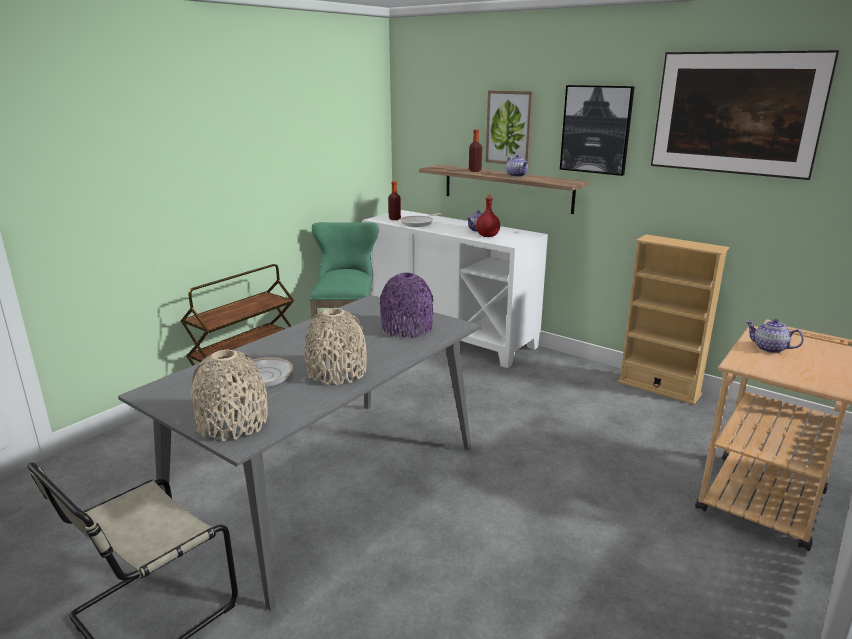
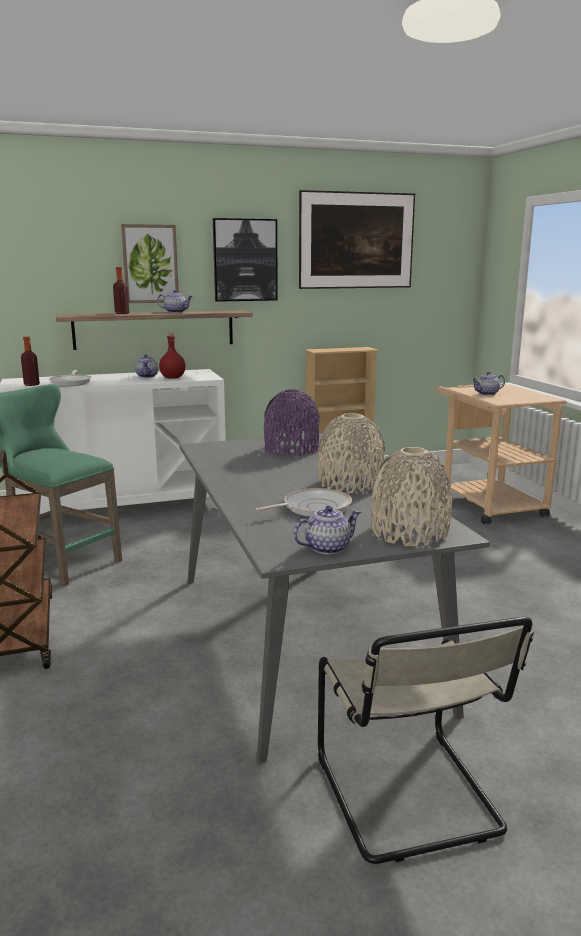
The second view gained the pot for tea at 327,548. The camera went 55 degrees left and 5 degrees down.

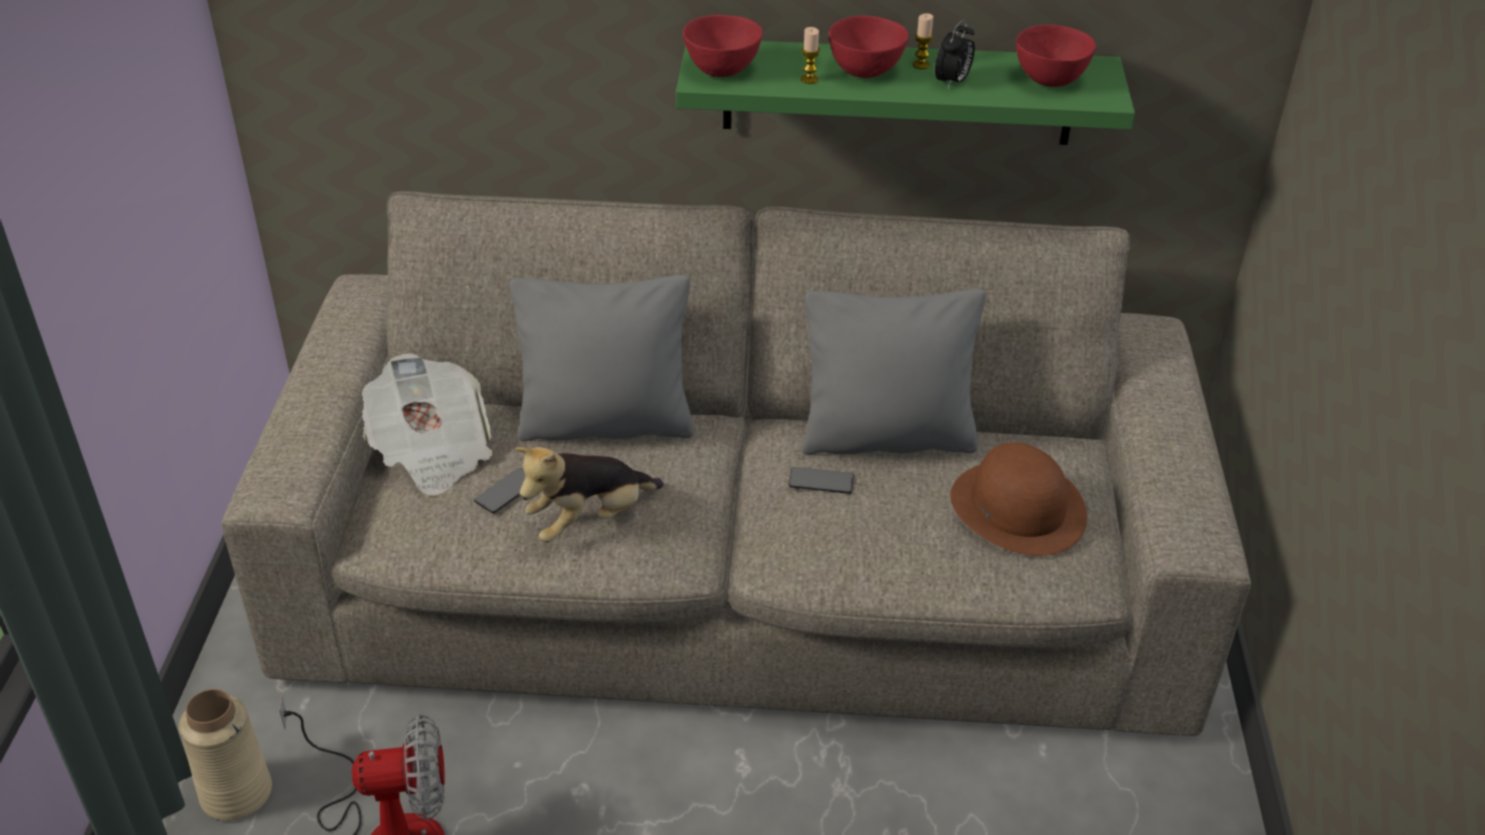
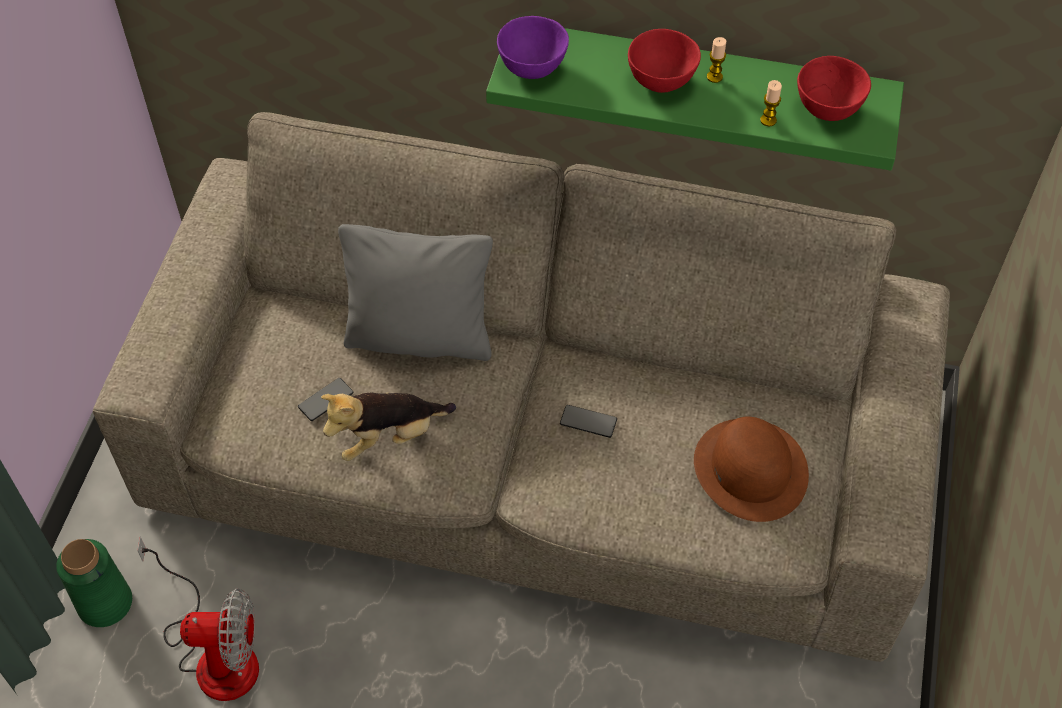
The second view lost the daily paper at 431,451. The second view lost the gray pillow at 886,437. The second view lost the alarm clock at 952,82. The candle ended up elsewhere, having gone from 809,79 to 768,120. What was the beige-coloured vase at 236,793 turned into the greenish vase at 105,603. What was the red serving bowl at 723,70 turned into the purplish serving bowl at 533,68. The camera went 10 degrees right and 15 degrees up.

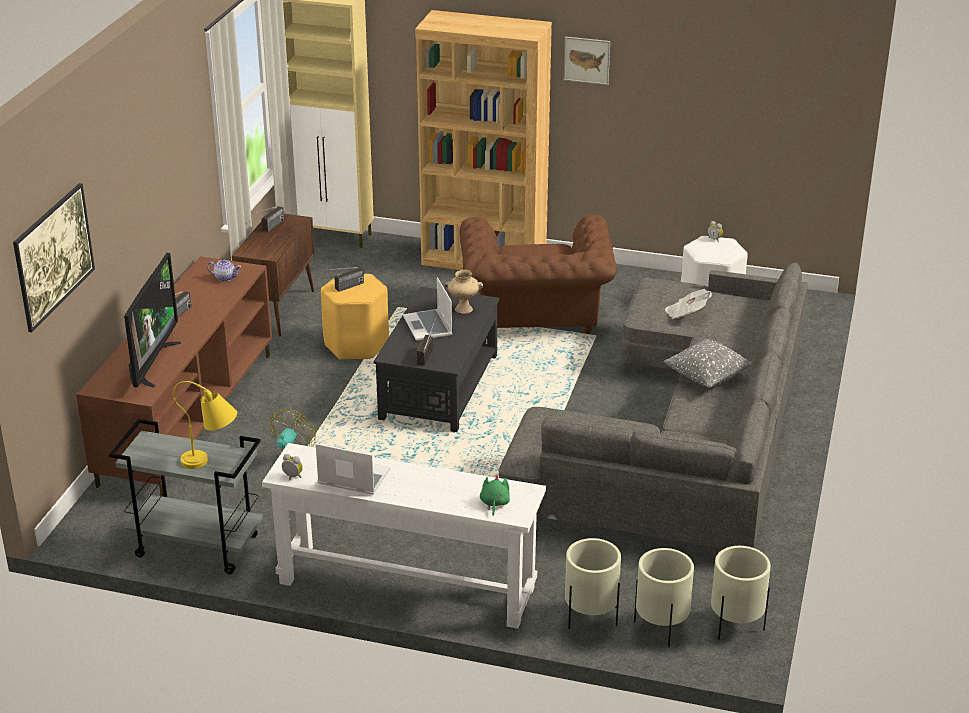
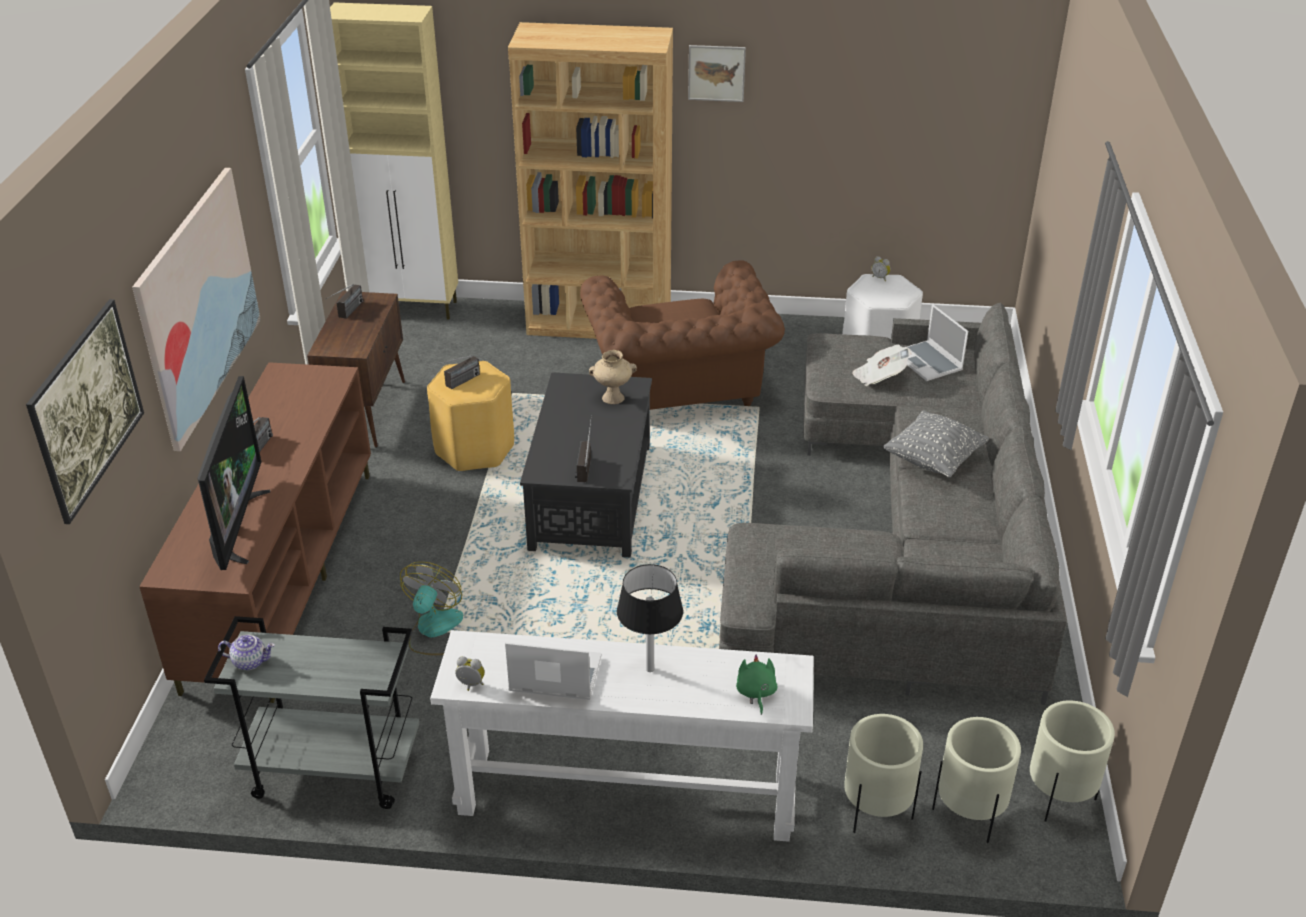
The second view lost the yellowish lamp for a table at 212,461. The second view gained the picture at 198,305. The second view gained the black-coloured lamp for a table at 649,669. The pot for tea ended up elsewhere, having gone from 225,278 to 250,661. The notebook computer ended up elsewhere, having gone from 428,326 to 928,362. The camera went 10 degrees left and 5 degrees up.

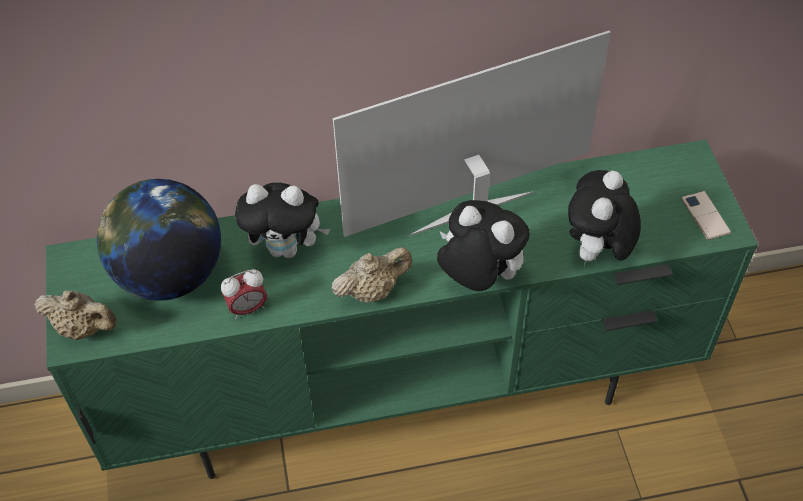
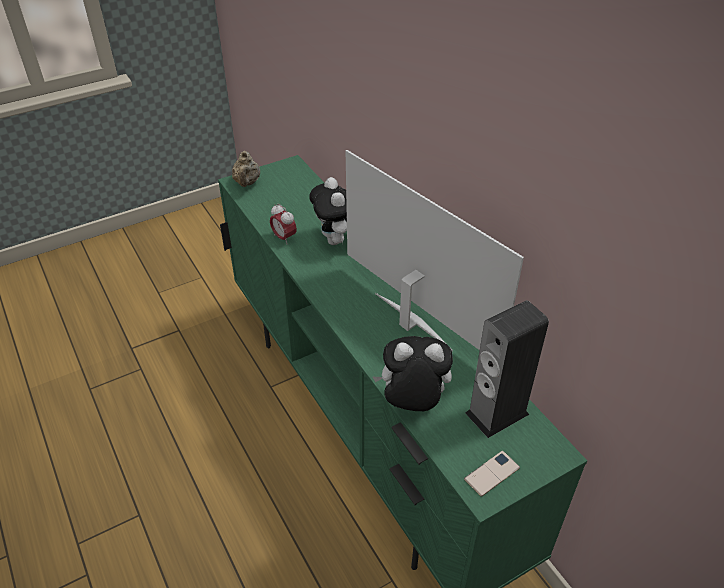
The second view lost the desk globe at 170,275. The second view lost the beige-coloured pot for tea at 372,290. The second view lost the plush toy at 478,278. The second view gained the speaker at 497,413. The camera went 70 degrees right and 10 degrees down.

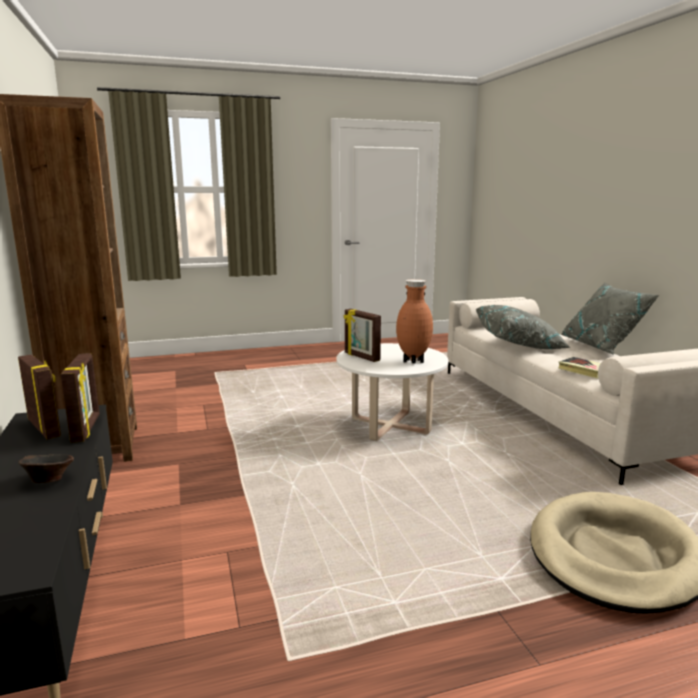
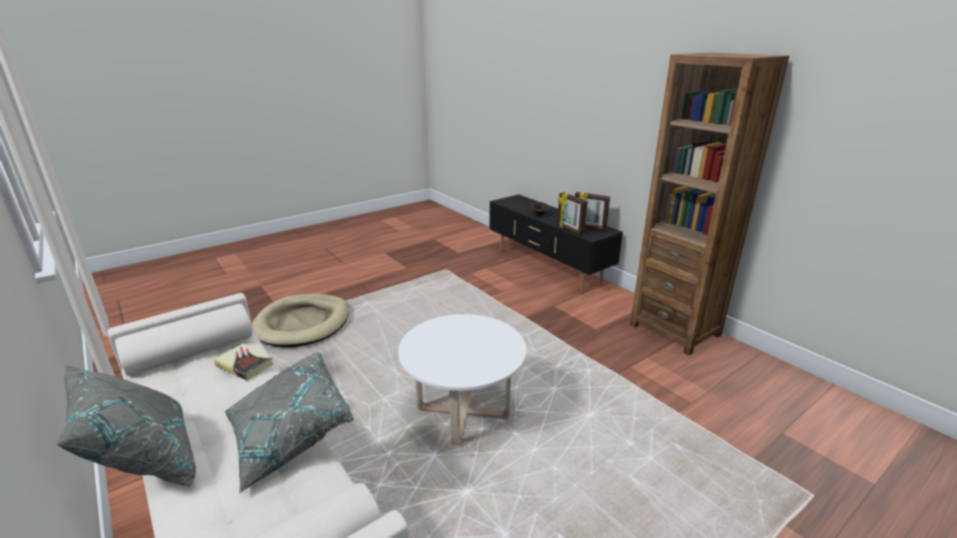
The second view lost the picture frame at 361,357. The second view lost the brownish vase at 413,362. The camera went 160 degrees right and 10 degrees up.

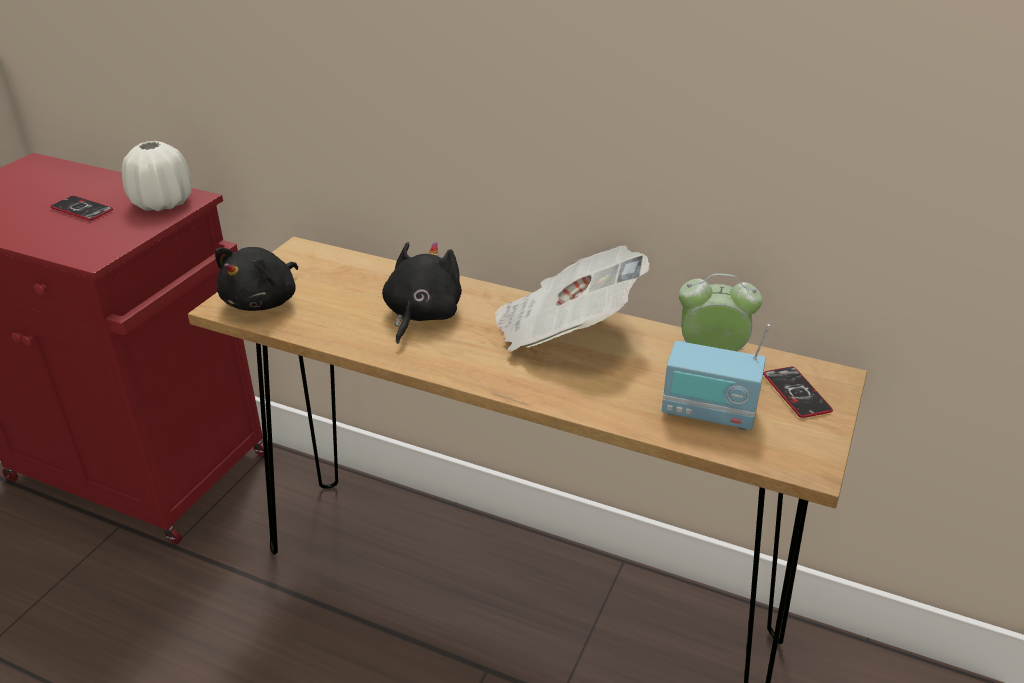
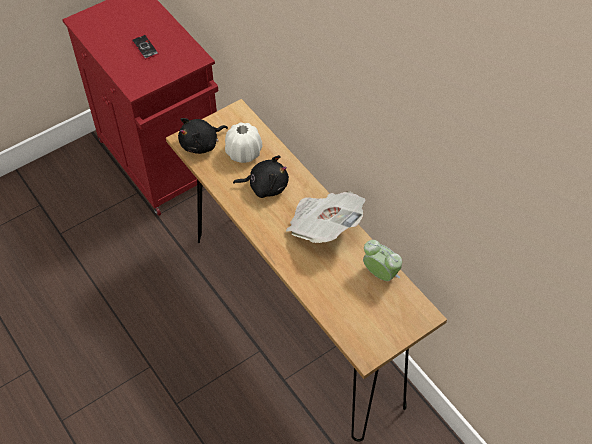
The second view lost the radio receiver at 708,413. The second view lost the telephone at 796,393. The white vase ended up elsewhere, having gone from 163,203 to 244,153. The black-coloured plush toy at 421,316 ended up facing another way, 45 degrees clockwise from before. The camera went 30 degrees right and 20 degrees up.

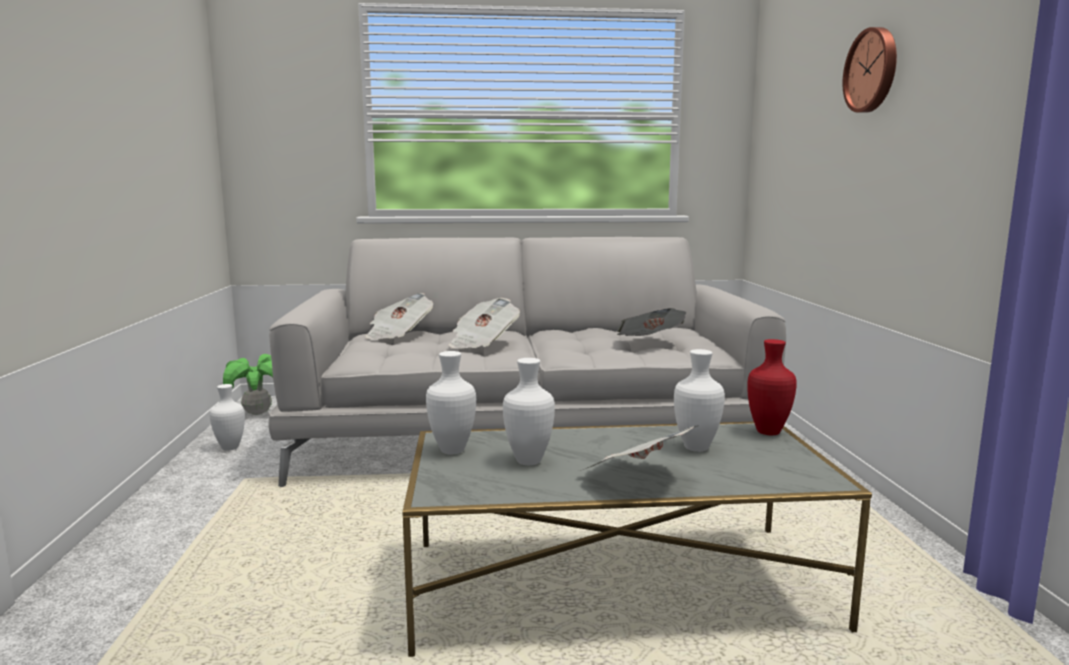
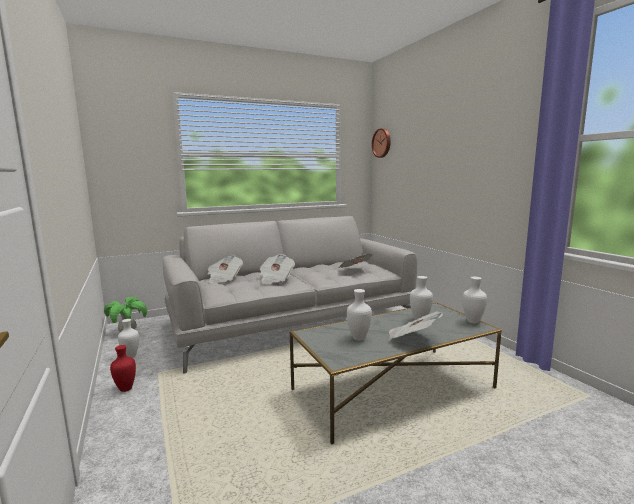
The white vase ended up elsewhere, having gone from 451,450 to 472,321. The red vase ended up elsewhere, having gone from 767,431 to 125,388. The clock on the wall ended up elsewhere, having gone from 872,70 to 382,143. The camera went 20 degrees left and 0 degrees up.

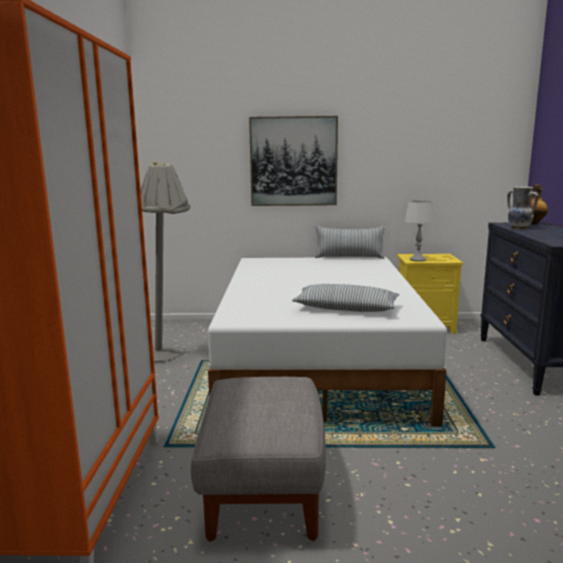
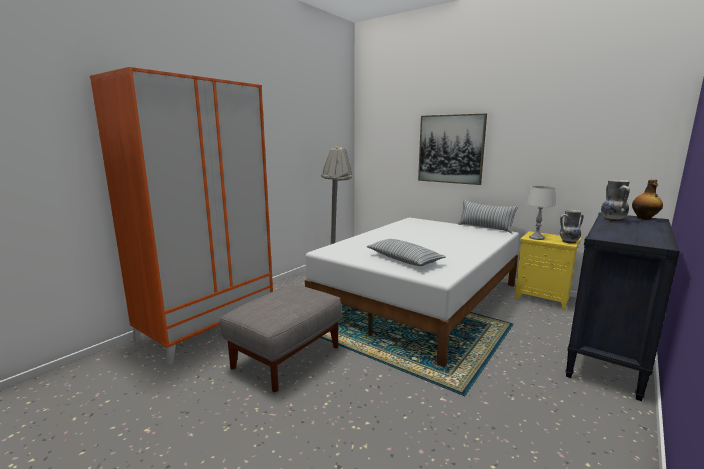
The second view gained the vase at 568,242. The camera went 35 degrees right and 0 degrees up.

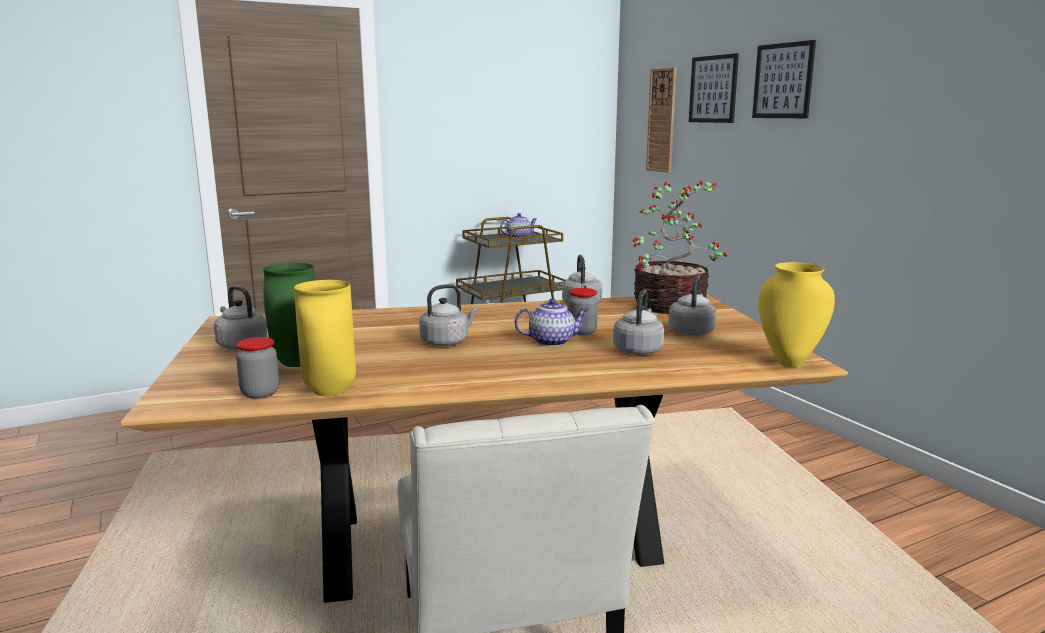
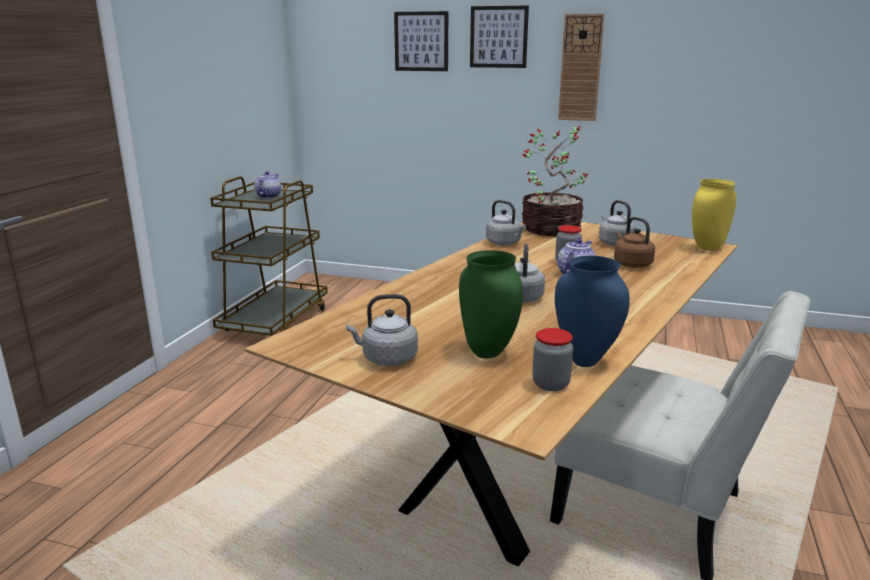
The clock on the wall ended up elsewhere, having gone from 662,120 to 580,68. What was the yellowish vase at 331,392 turned into the blue vase at 586,360. What was the gray tea kettle at 638,350 turned into the brownish tea kettle at 631,264. The camera went 45 degrees left and 5 degrees up.

